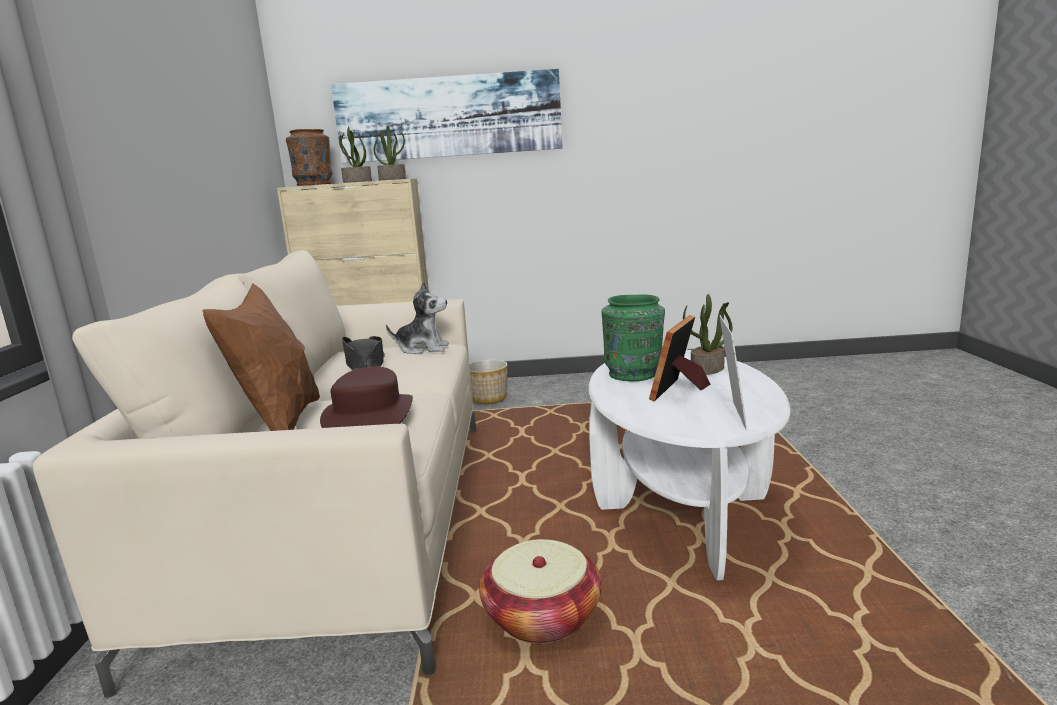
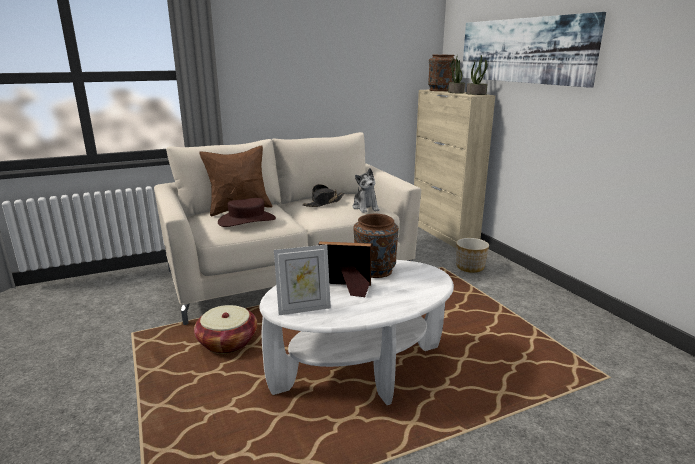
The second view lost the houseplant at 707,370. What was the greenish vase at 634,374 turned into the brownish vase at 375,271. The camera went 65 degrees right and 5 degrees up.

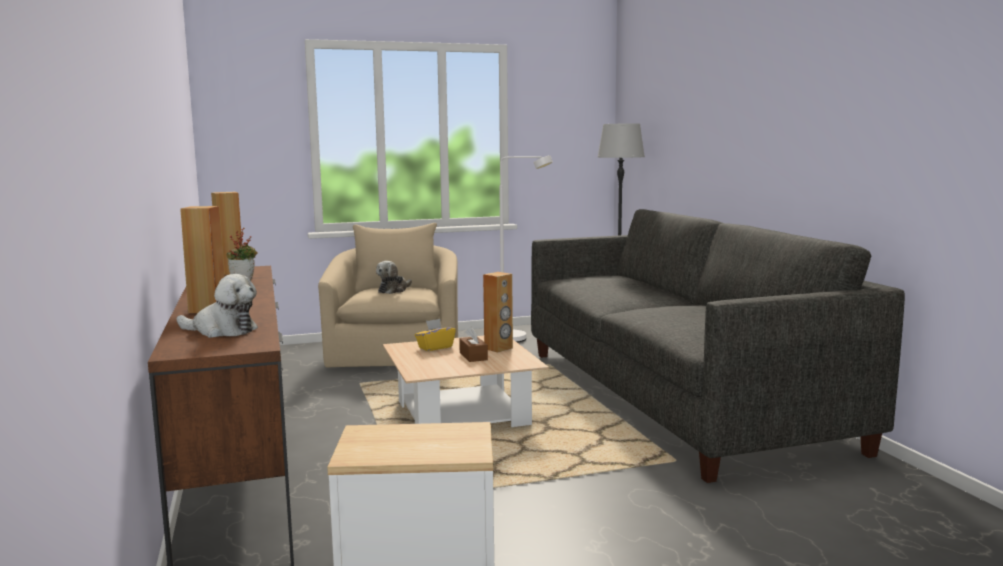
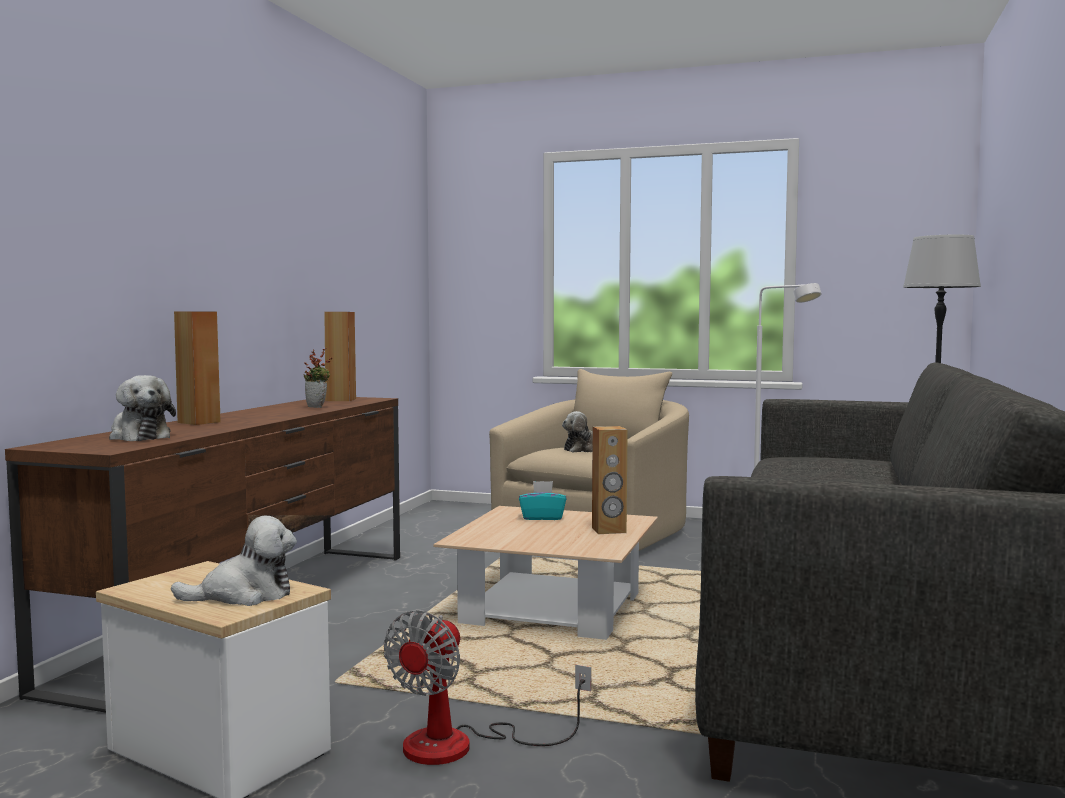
The second view lost the brownish tissue holder at 473,356. The second view gained the plush toy at 244,595. The second view gained the fan at 462,745. What was the yellowish tissue holder at 435,347 turned into the blue-green tissue holder at 542,517. The camera went 35 degrees right and 5 degrees down.

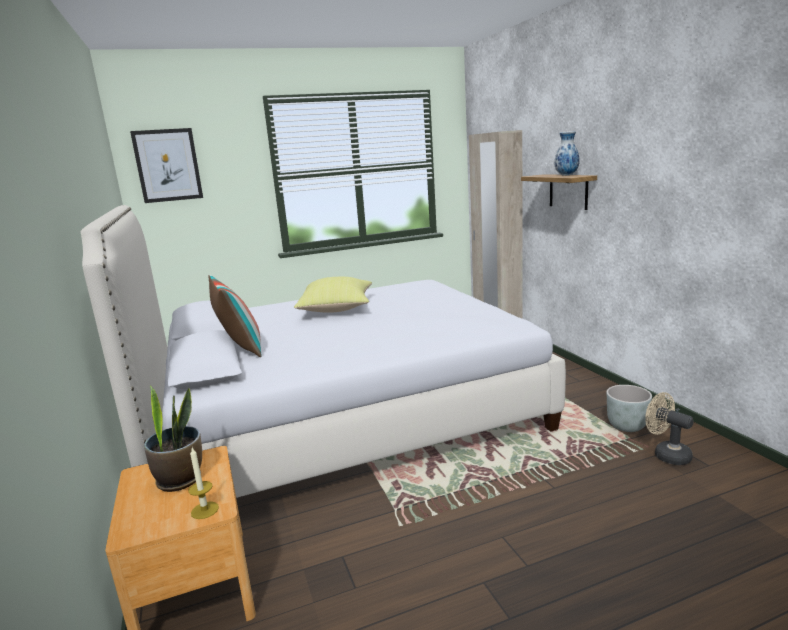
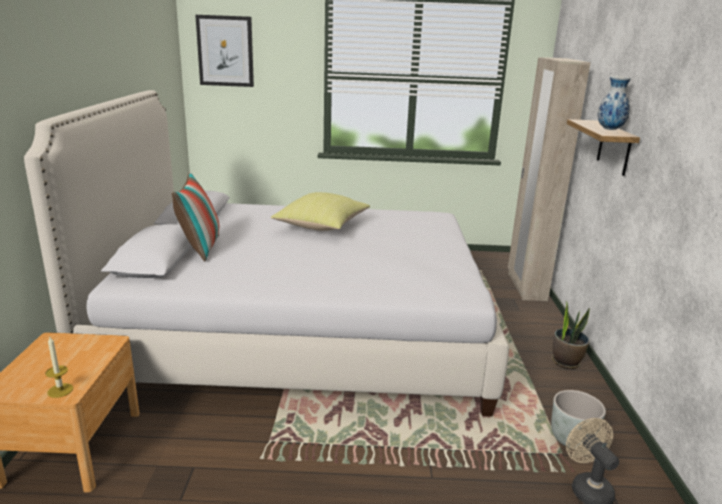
The houseplant ended up elsewhere, having gone from 180,480 to 566,362. The camera went 20 degrees right and 5 degrees up.

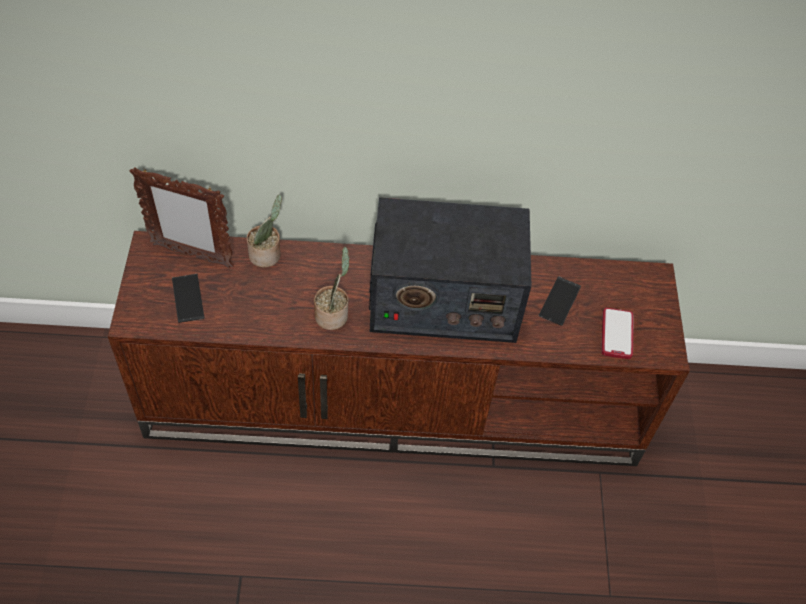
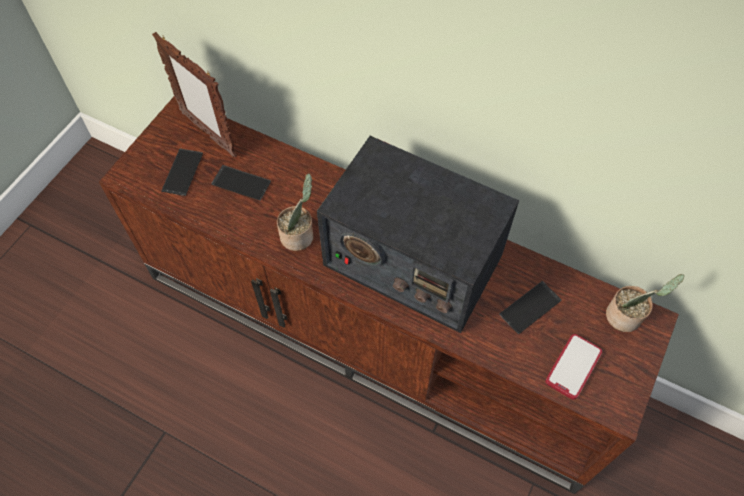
The second view gained the telephone at 241,183. The houseplant ended up elsewhere, having gone from 267,255 to 626,317. The camera went 30 degrees right and 5 degrees up.

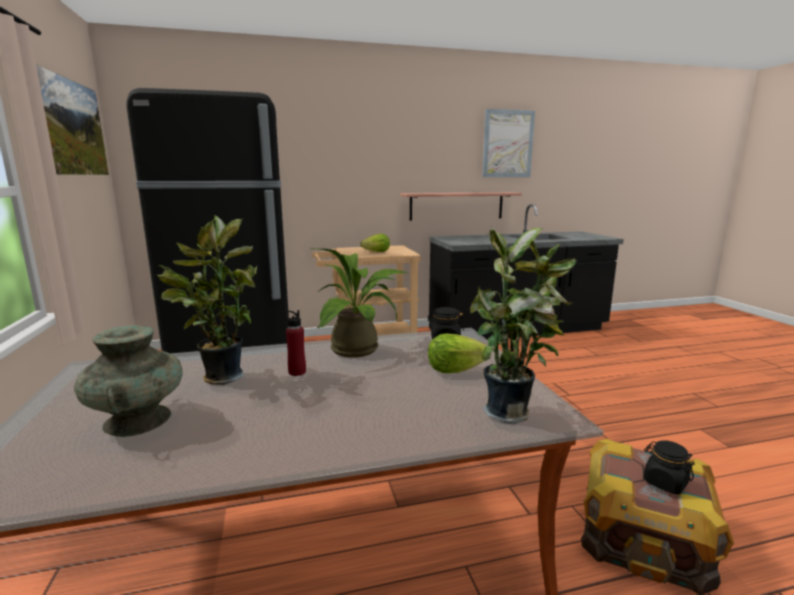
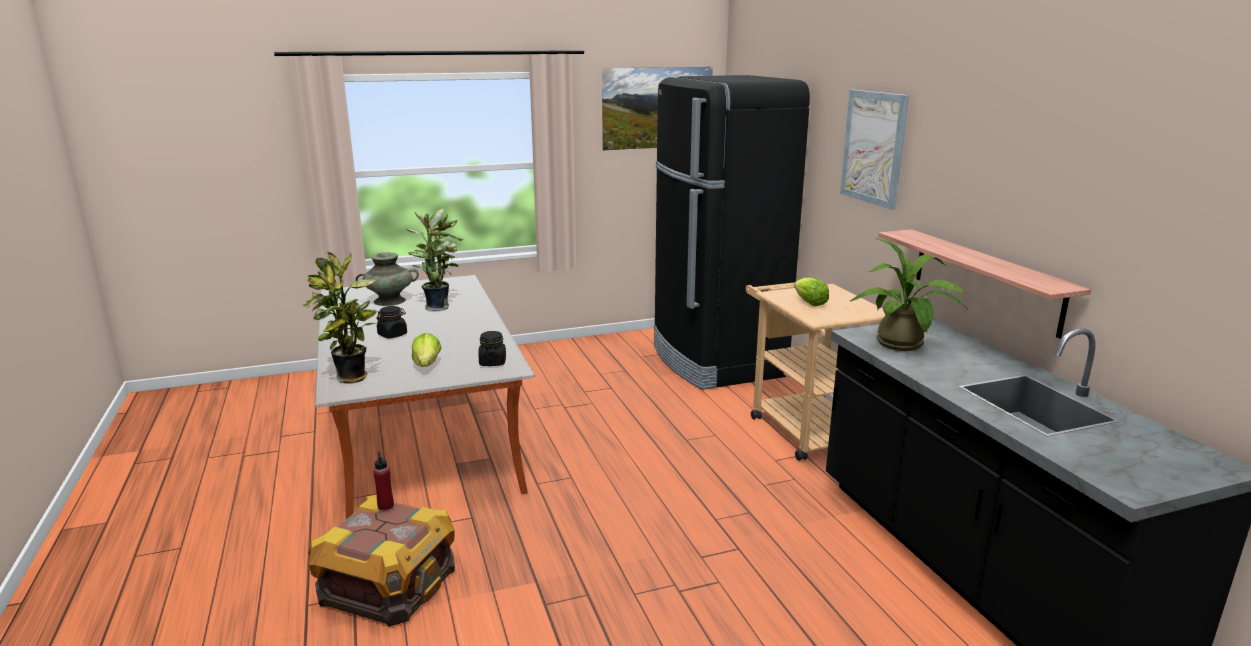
The red drink bottle ended up elsewhere, having gone from 297,372 to 385,505. The houseplant ended up elsewhere, having gone from 361,349 to 903,346. The picture ended up elsewhere, having gone from 507,144 to 873,148. The black-coloured storage jar ended up elsewhere, having gone from 664,482 to 392,335. The camera went 85 degrees right and 5 degrees up.

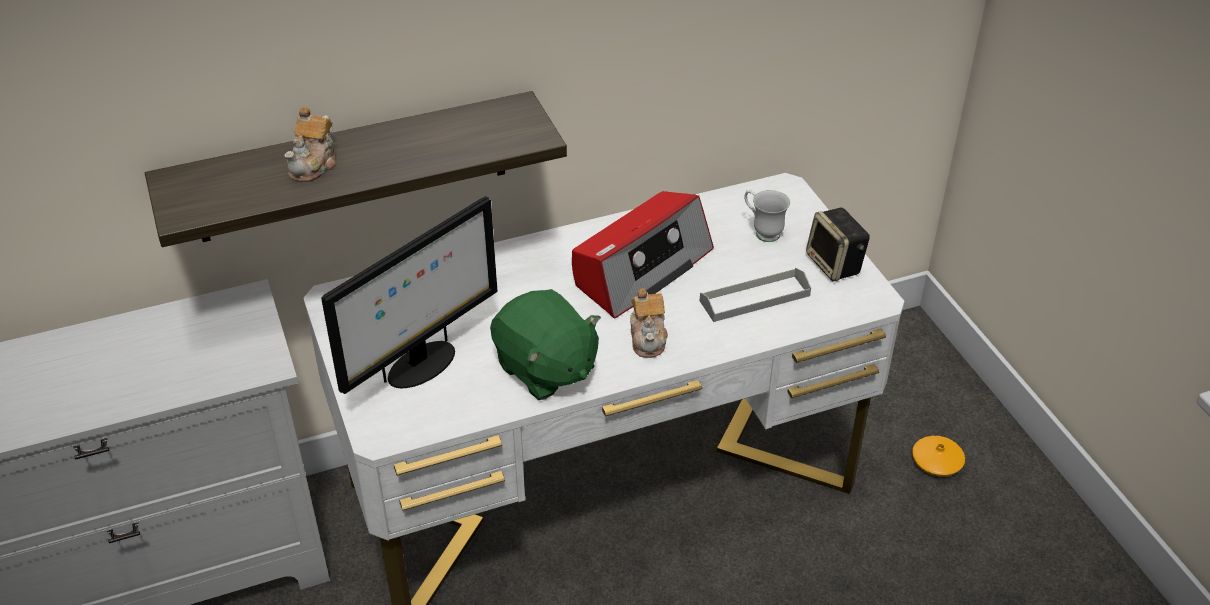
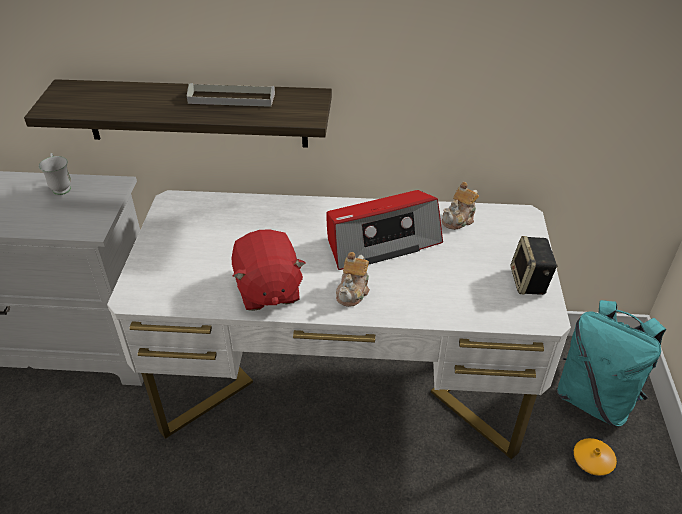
The second view lost the monitor at 421,366. The second view gained the blue-green knapsack at 595,398. The pot for tea ended up elsewhere, having gone from 314,165 to 459,219. The gray serving tray ended up elsewhere, having gone from 754,298 to 231,98. The white tea mug ended up elsewhere, having gone from 762,232 to 61,187. What was the greenish plush toy at 545,369 turned into the red plush toy at 267,290. The camera went 25 degrees right and 0 degrees up.

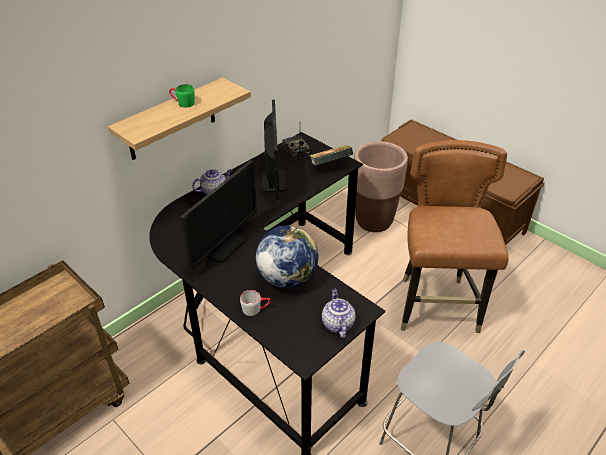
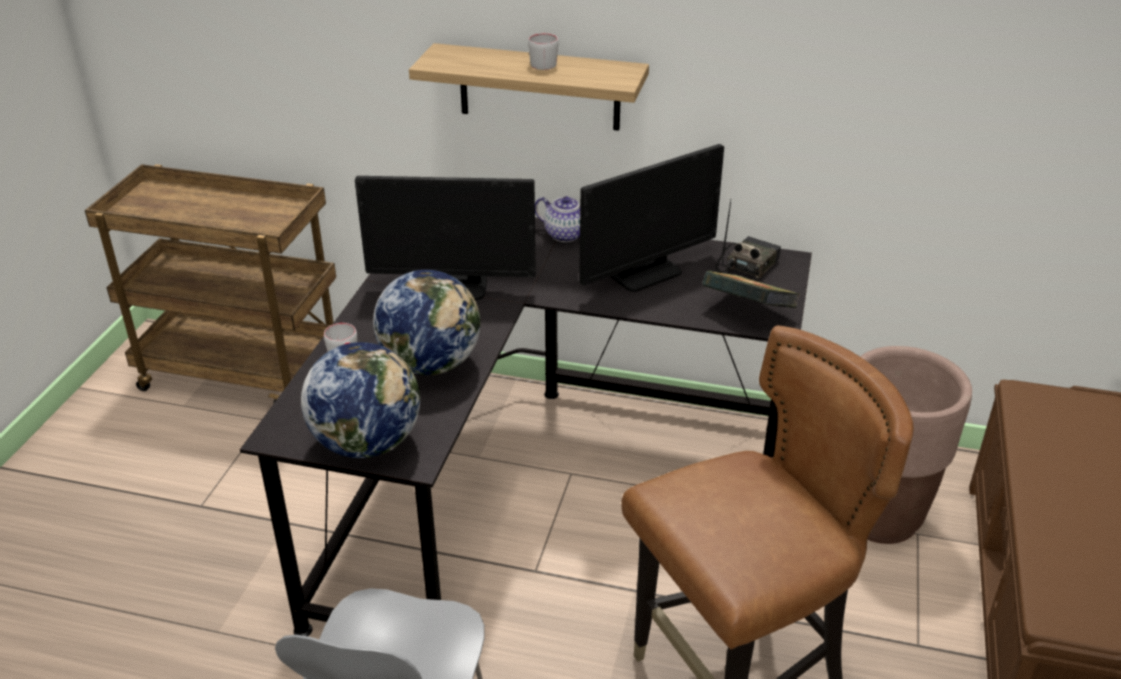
Where the pot for tea stood at 337,324, the desk globe came to stand at 367,443. What was the greenish tea mug at 182,103 turned into the gray tea mug at 541,62. The camera went 60 degrees right and 5 degrees down.

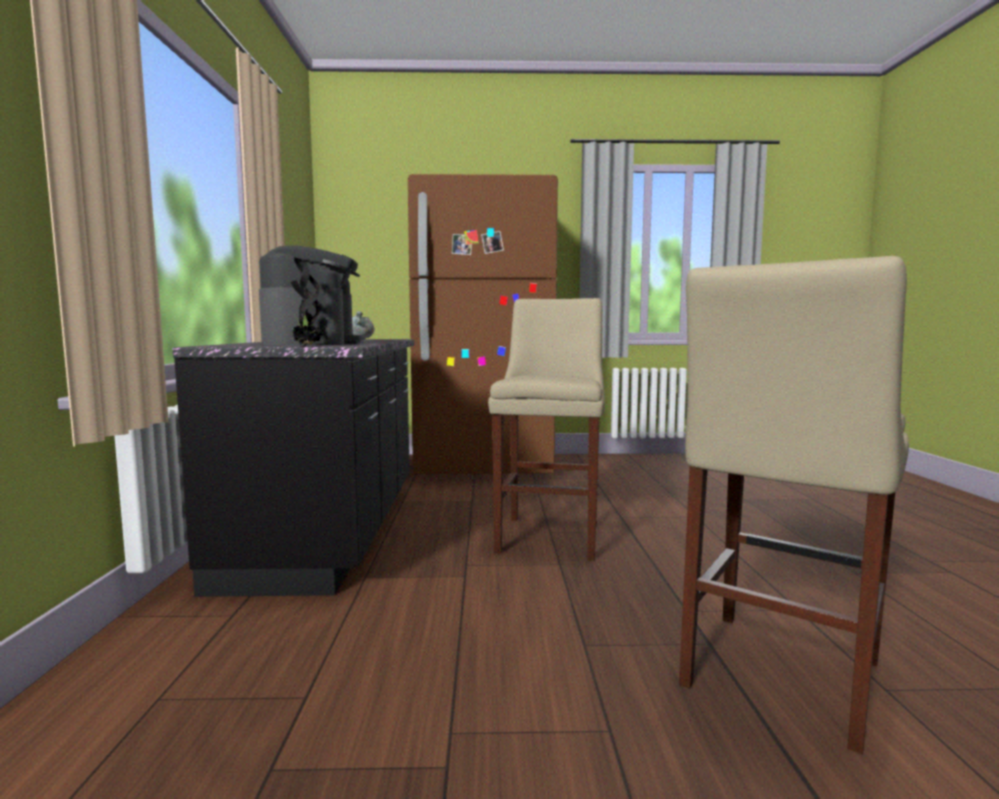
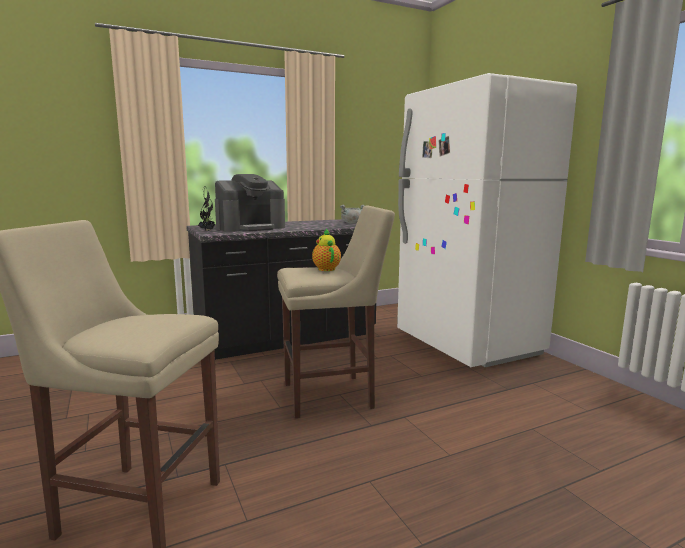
The second view gained the pot for tea at 325,269. What was the brownish refrigerator at 484,467 turned into the white refrigerator at 468,344. The camera went 65 degrees right and 5 degrees up.

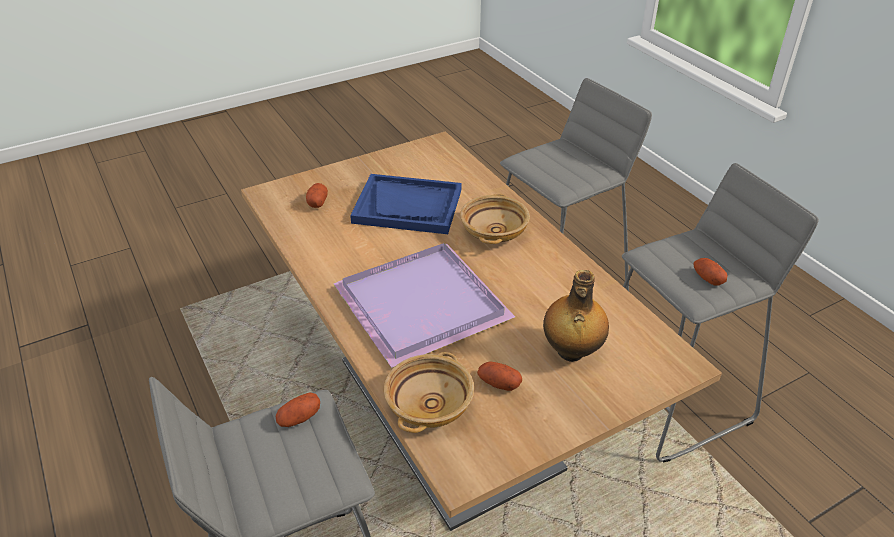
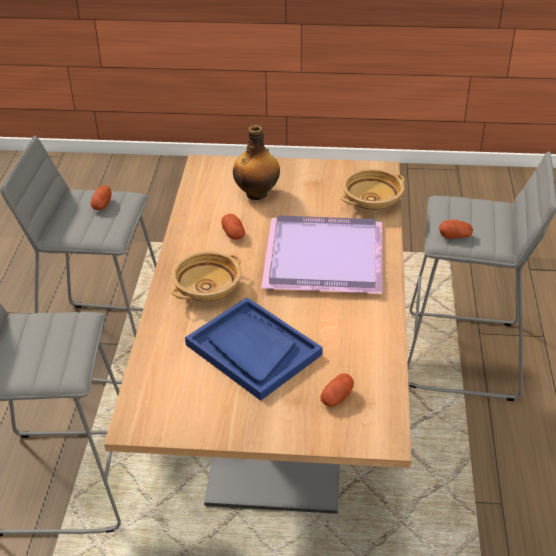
The spud ended up elsewhere, having gone from 498,383 to 233,234. The camera went 145 degrees left and 0 degrees up.

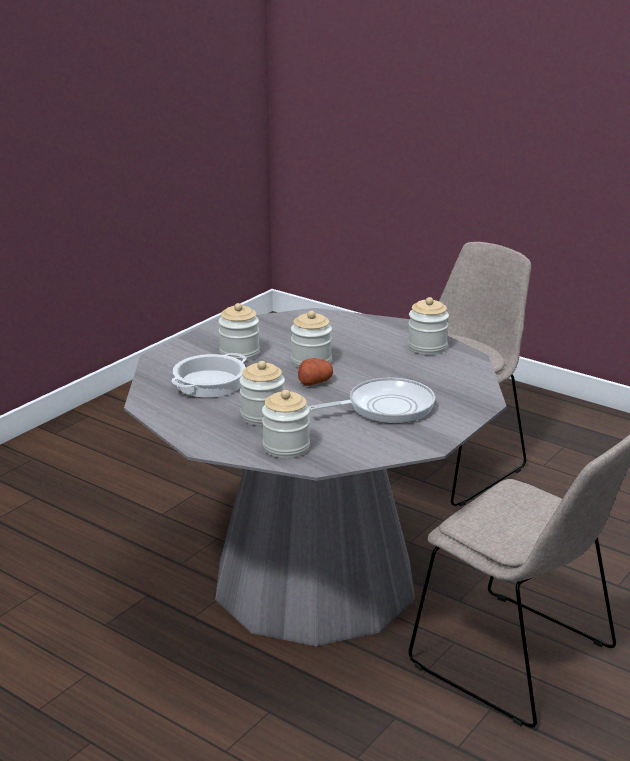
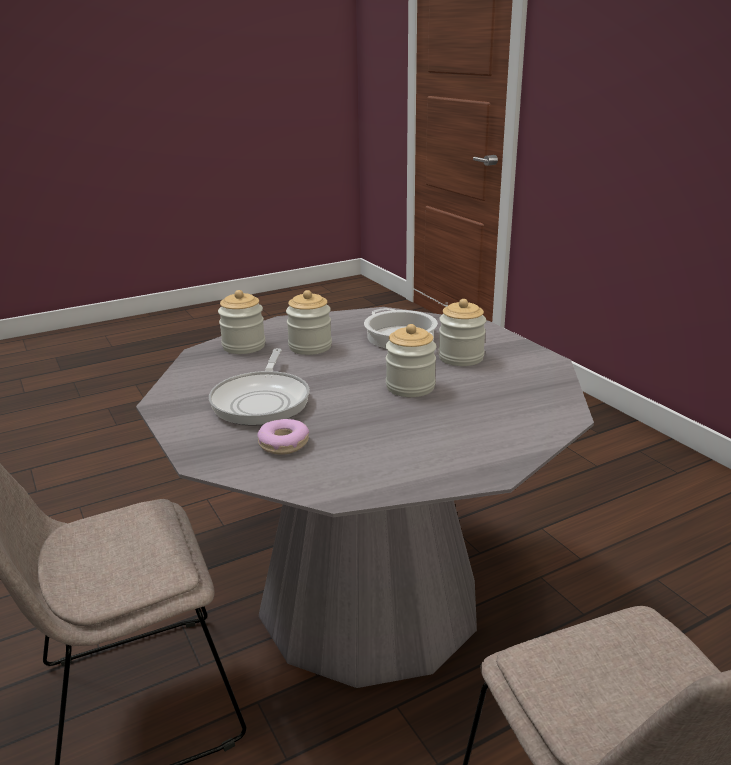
The second view lost the spud at 315,381. The second view lost the storage jar at 427,347. The second view gained the doughnut at 284,444. The camera went 115 degrees right and 0 degrees up.

